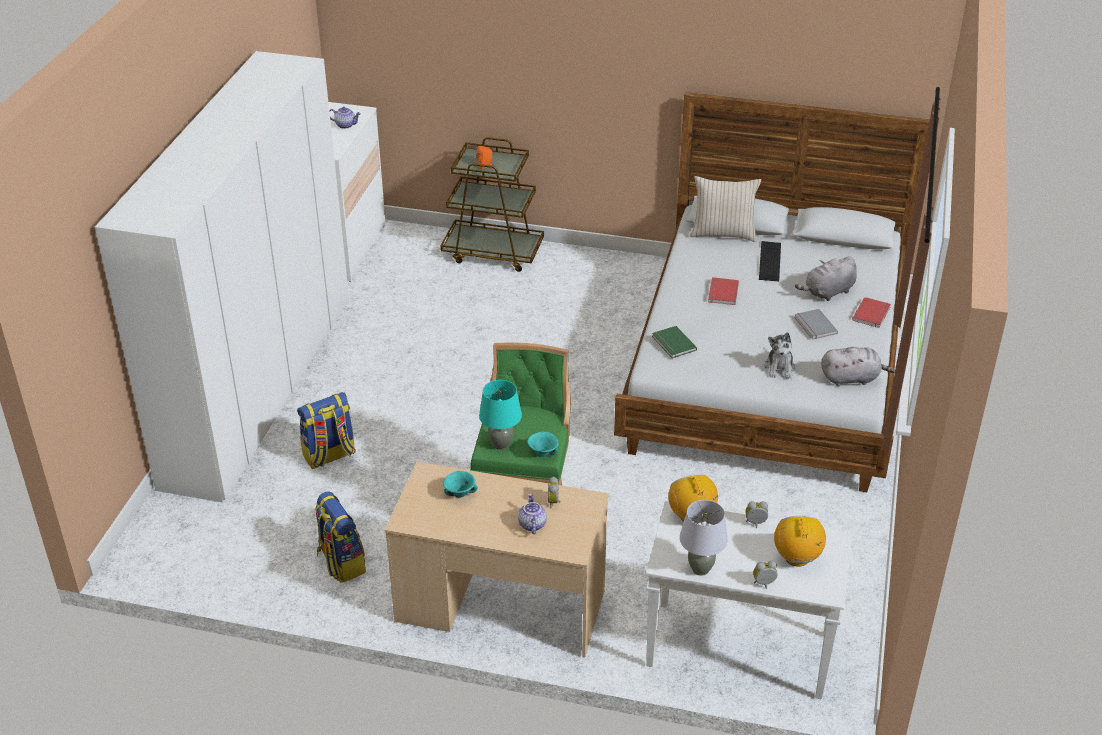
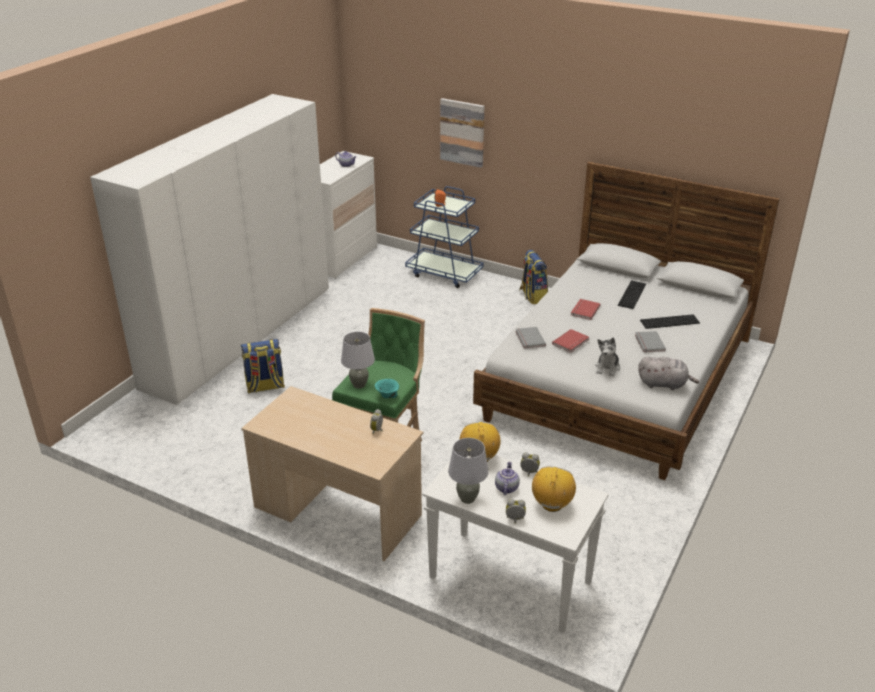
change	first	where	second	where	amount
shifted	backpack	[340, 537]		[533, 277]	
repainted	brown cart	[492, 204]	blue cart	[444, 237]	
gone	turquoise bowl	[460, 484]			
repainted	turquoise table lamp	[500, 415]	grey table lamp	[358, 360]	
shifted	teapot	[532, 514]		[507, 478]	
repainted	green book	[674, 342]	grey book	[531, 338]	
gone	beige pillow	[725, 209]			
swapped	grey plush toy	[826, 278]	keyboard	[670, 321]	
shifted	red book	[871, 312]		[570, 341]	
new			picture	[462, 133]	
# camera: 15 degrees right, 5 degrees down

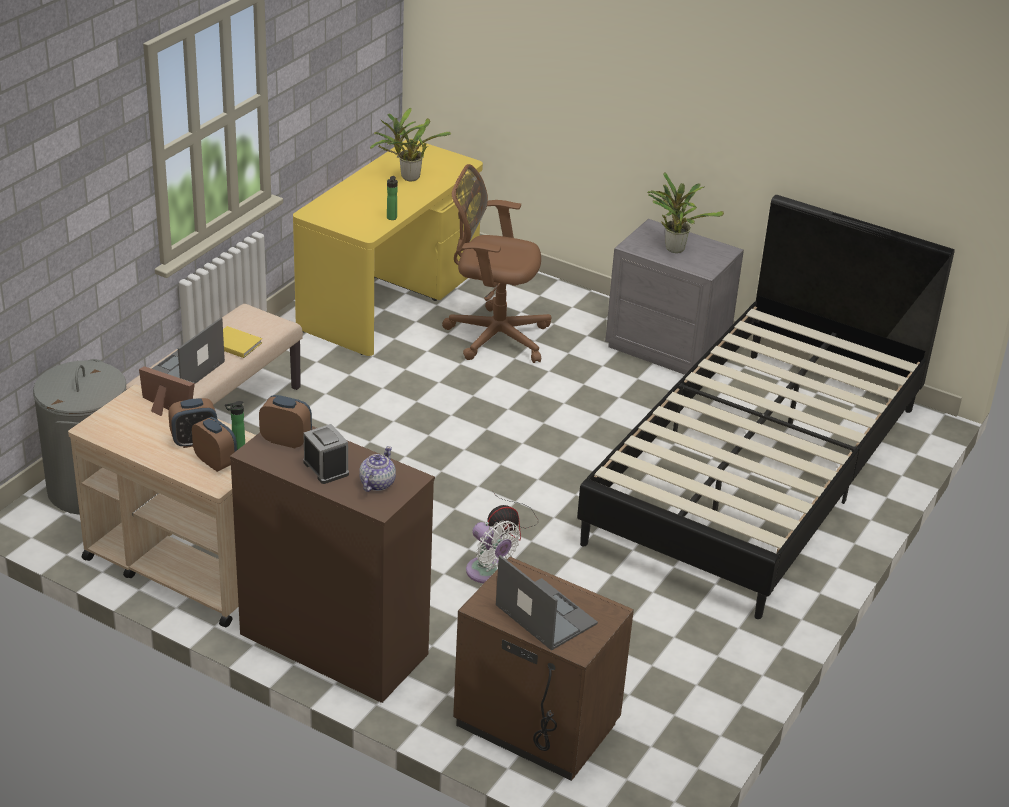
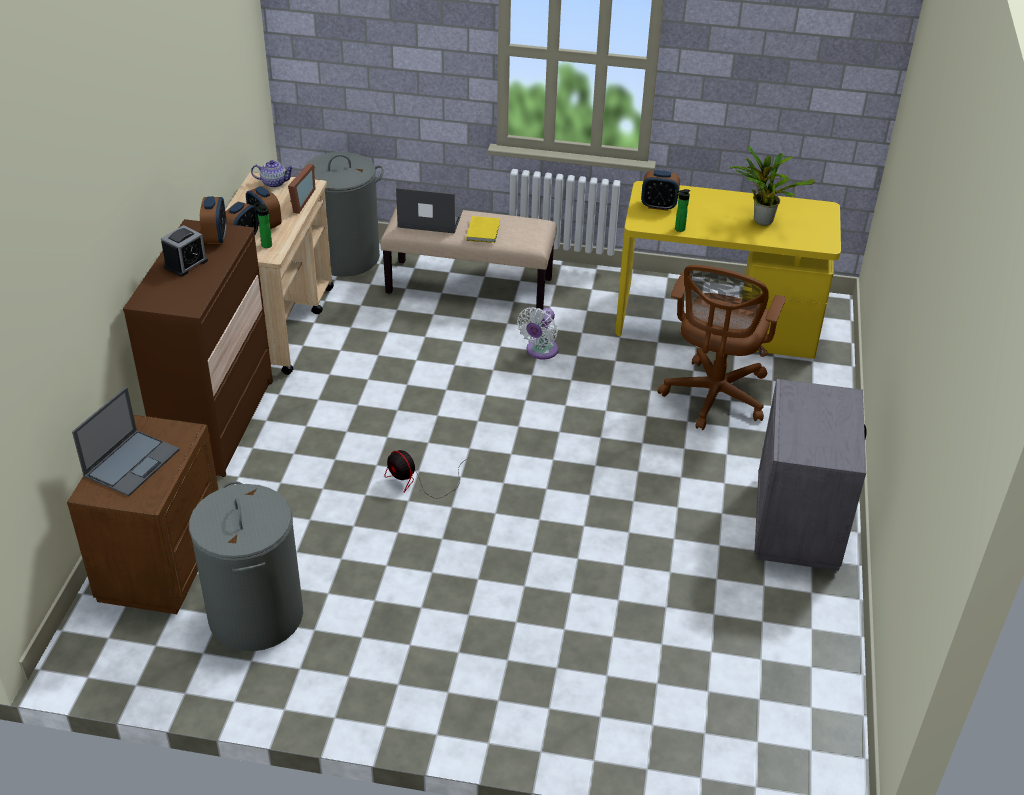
change	first	where	second	where	amount
shifted	teapot	[377, 469]		[272, 174]	
rotated	brown office chair	[496, 263]		[722, 347]	150 degrees counterclockwise
shifted	white fan	[493, 552]		[538, 333]	
gone	black bed	[766, 407]			
gone	potted plant	[685, 212]			
new			grey laundry basket	[246, 566]	
new			alarm clock	[660, 190]	
# camera: 70 degrees right, 5 degrees up

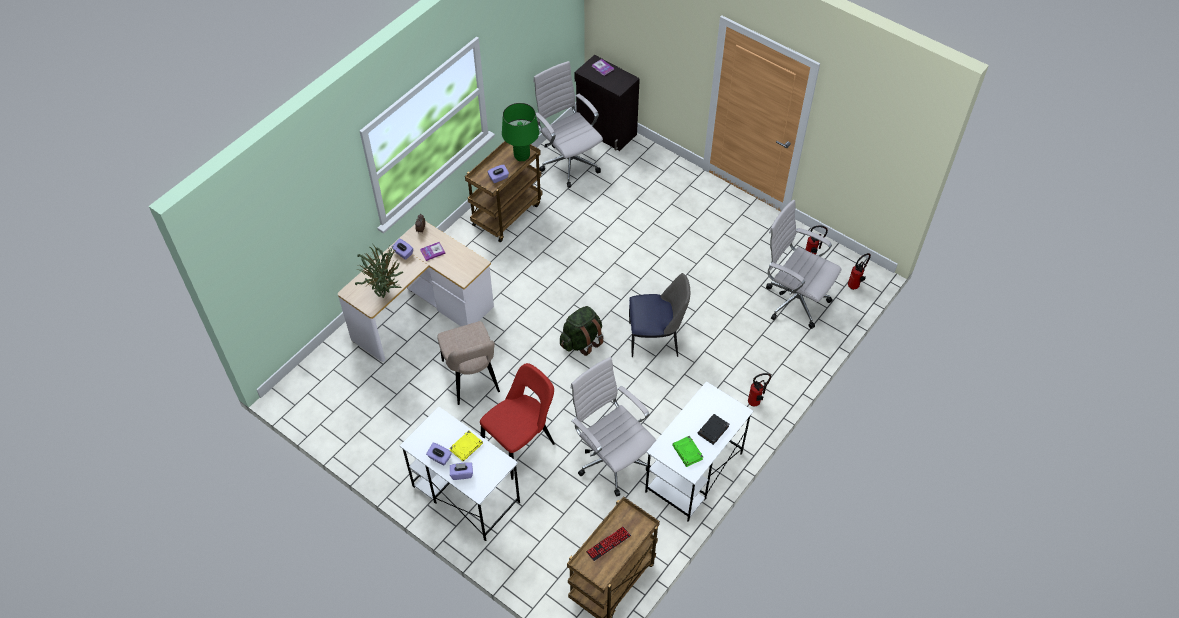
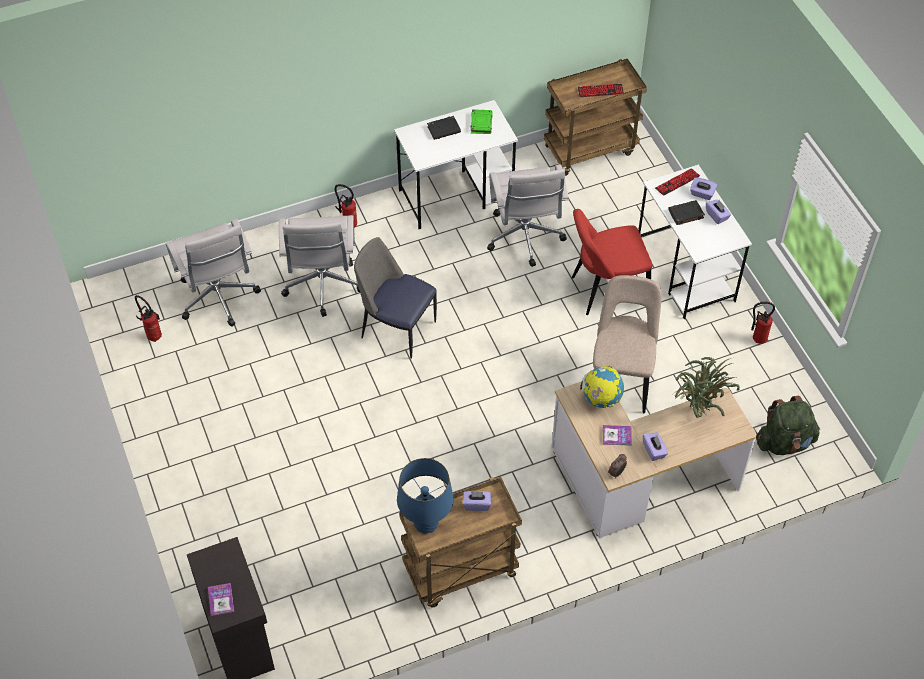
change	first	where	second	where	amount
repainted	yellow book	[466, 446]	black book	[686, 212]	
repainted	green table lamp	[520, 132]	blue table lamp	[425, 496]	
shifted	white office chair	[568, 124]		[319, 266]	
shifted	green backpack	[582, 331]		[788, 425]	
shifted	fire extinguisher	[859, 271]		[763, 323]	
new			globe	[602, 387]	
new			keyboard	[677, 182]	
# camera: 150 degrees left, 0 degrees up

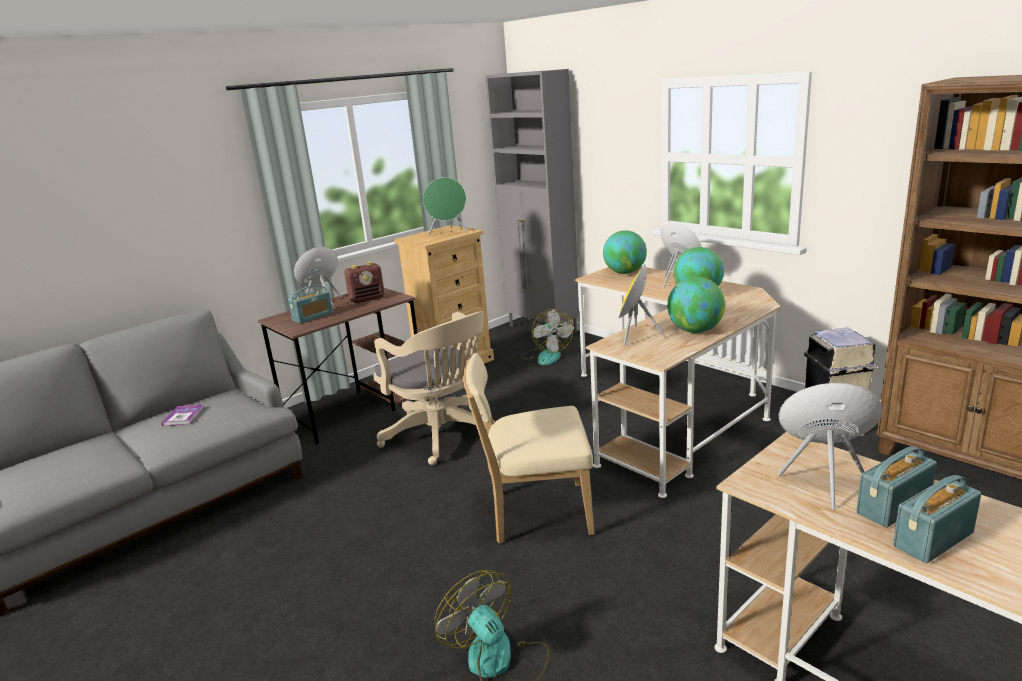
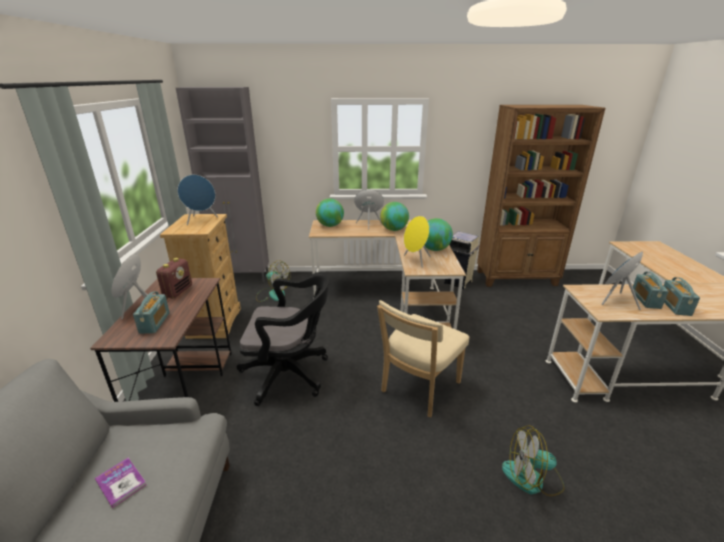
change	first	where	second	where	amount
repainted	beige office chair	[434, 388]	black office chair	[283, 339]	
repainted	green speaker	[445, 206]	blue speaker	[197, 200]	
# camera: 50 degrees left, 5 degrees up

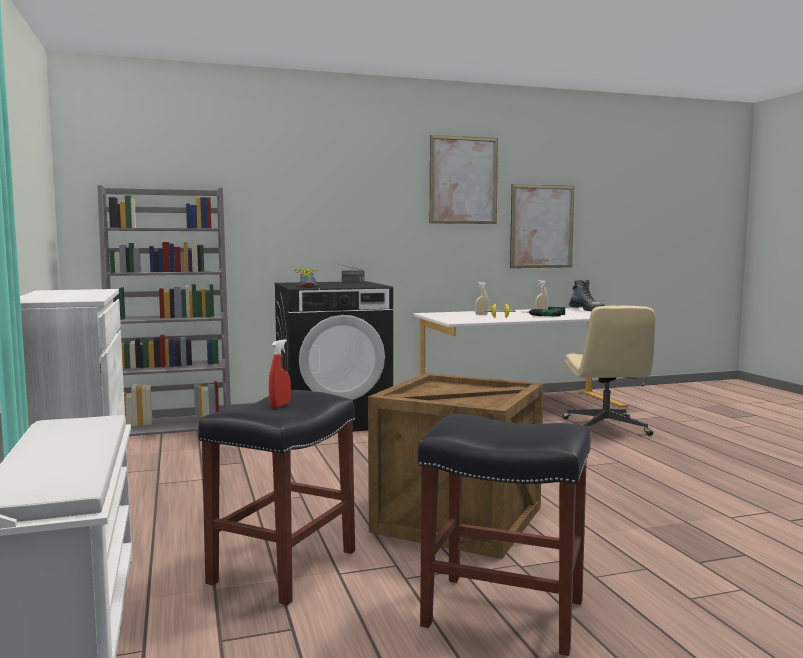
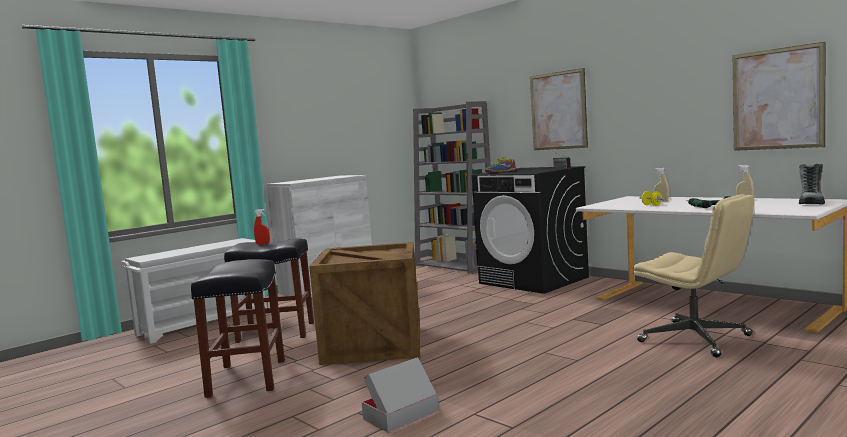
change	first	where	second	where	amount
shifted	picture	[464, 179]		[559, 109]	
rotated	beige office chair	[609, 371]		[693, 275]	105 degrees counterclockwise
new			cardboard box	[400, 394]	
# camera: 65 degrees right, 0 degrees up

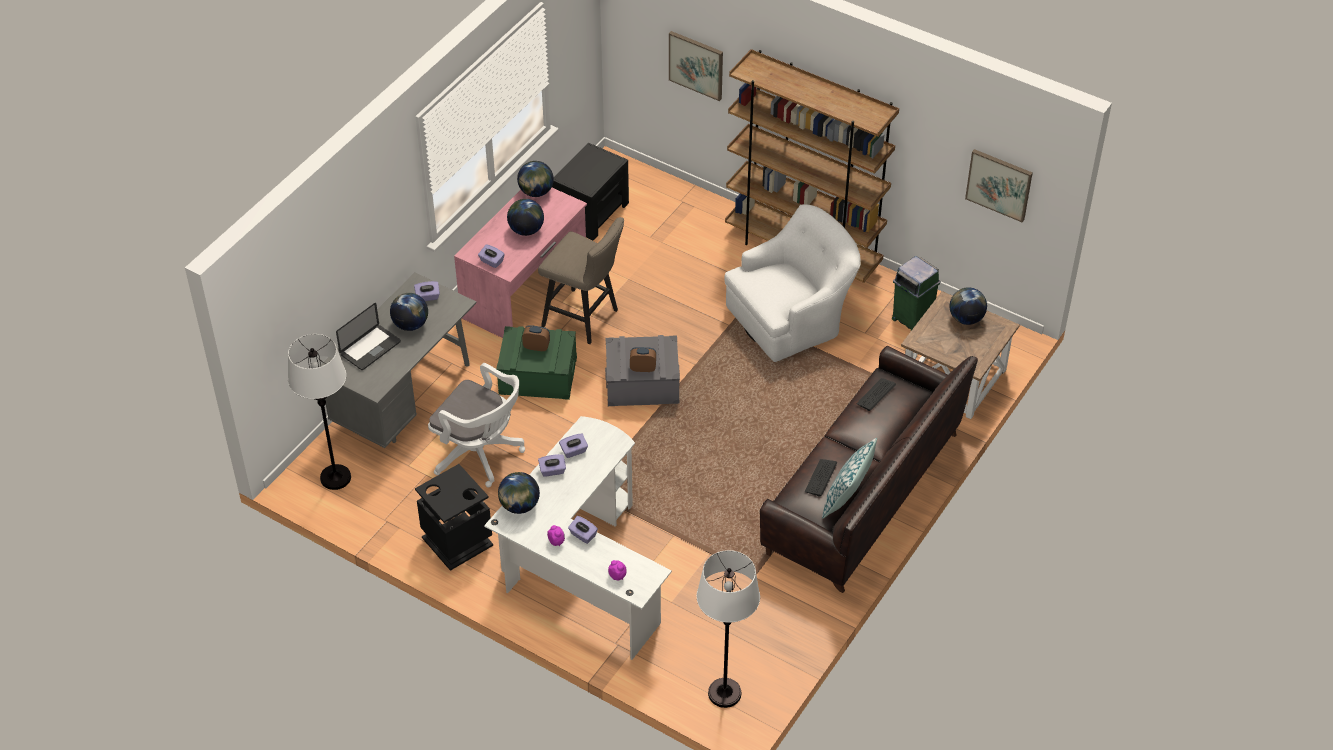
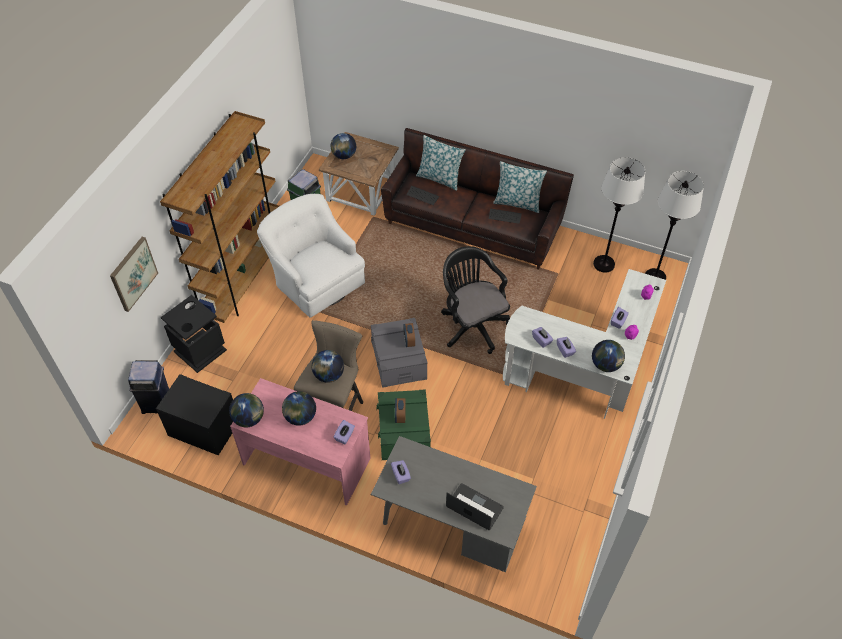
change	first	where	second	where	amount
shifted	white floor lamp	[319, 412]		[619, 215]	
shifted	globe	[409, 312]		[328, 366]	
shifted	black trash can	[454, 517]		[194, 334]	
gone	white office chair	[476, 425]			
gone	picture	[999, 185]			
new			blue trash can	[148, 387]	
new			pillow	[441, 163]	
new			black office chair	[475, 300]	
# camera: 100 degrees left, 5 degrees up

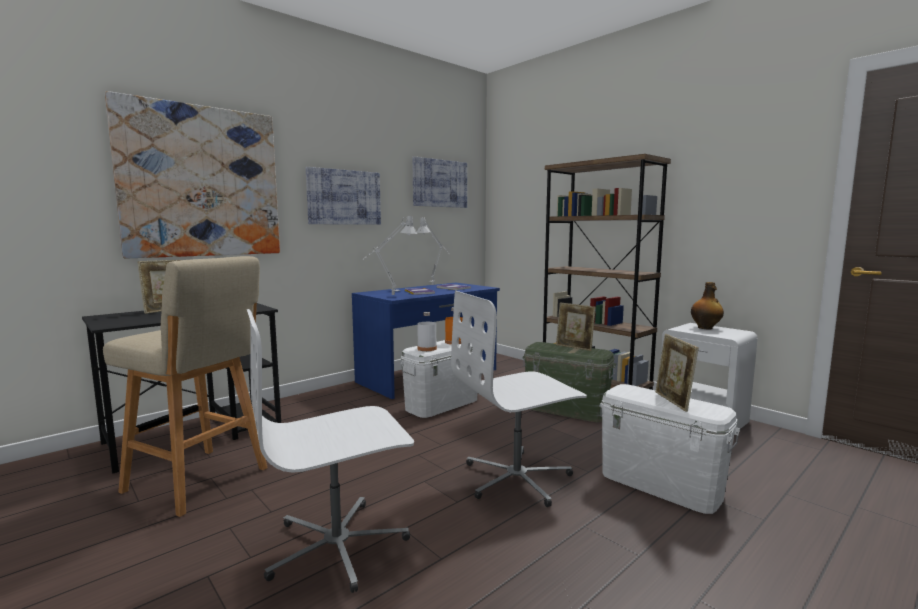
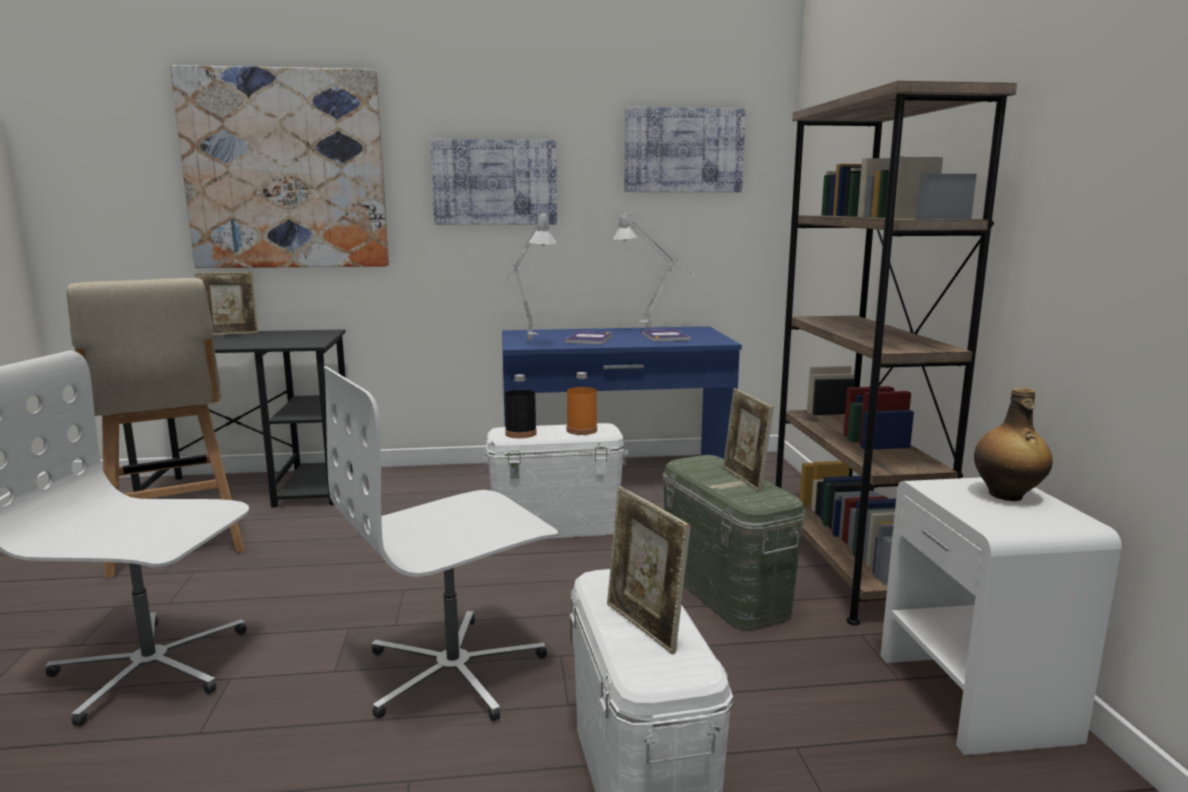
change	first	where	second	where	amount
repainted	white bottle	[427, 331]	black bottle	[521, 406]	
rotated	white office chair	[519, 399]		[441, 543]	45 degrees counterclockwise
rotated	picture frame	[677, 373]		[649, 570]	60 degrees counterclockwise
# camera: 35 degrees right, 5 degrees up

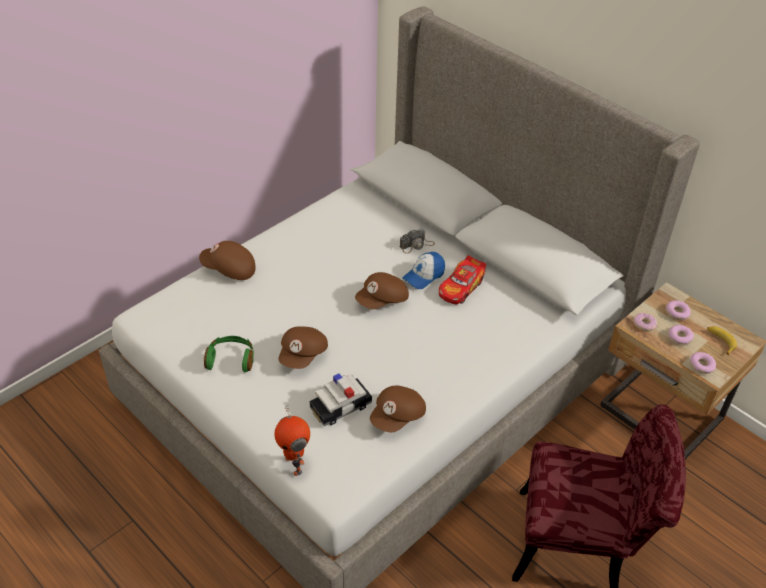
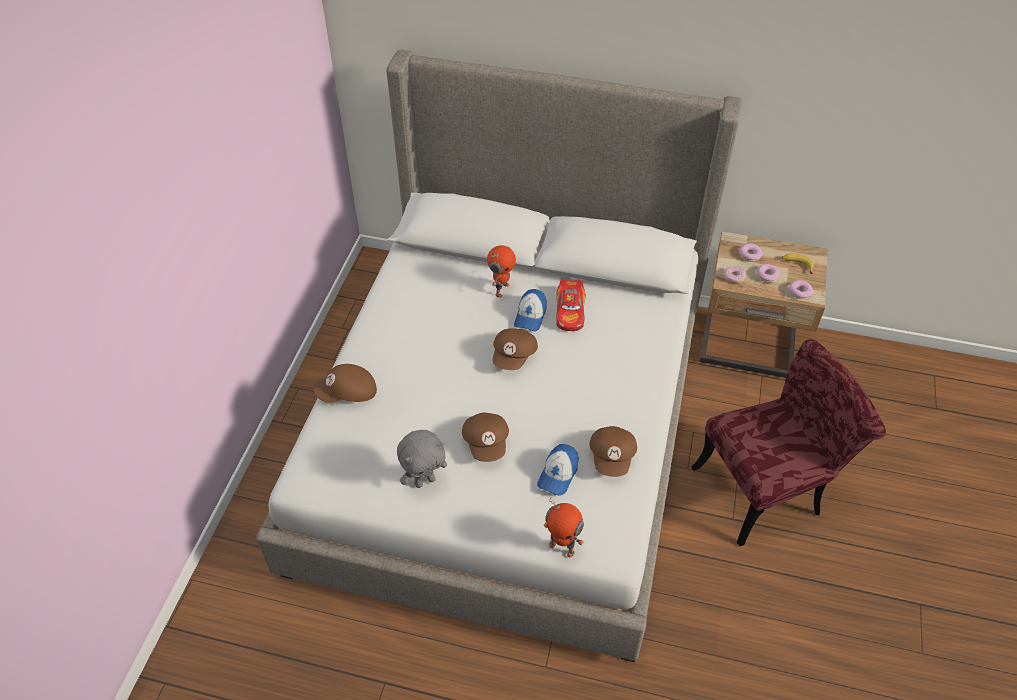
change	first	where	second	where	amount
swapped	green headphones	[229, 354]	grey plush toy	[422, 459]	
swapped	toy car	[341, 399]	cap	[558, 470]	
swapped	photo camera	[417, 241]	toy robot	[501, 271]	
# camera: 30 degrees left, 5 degrees up

